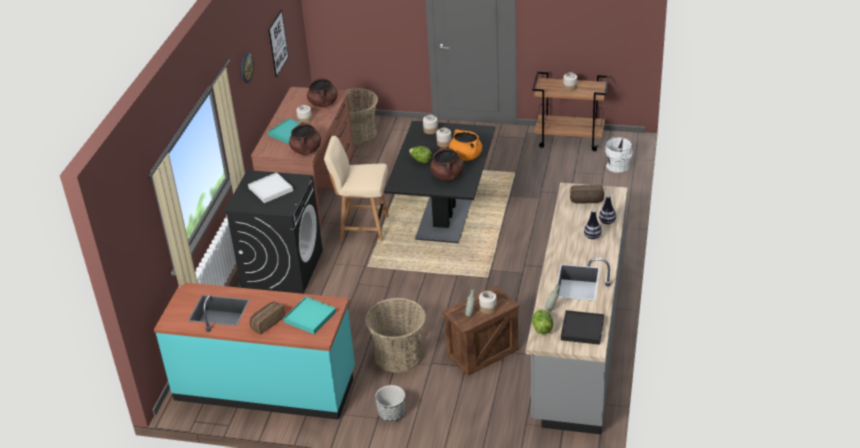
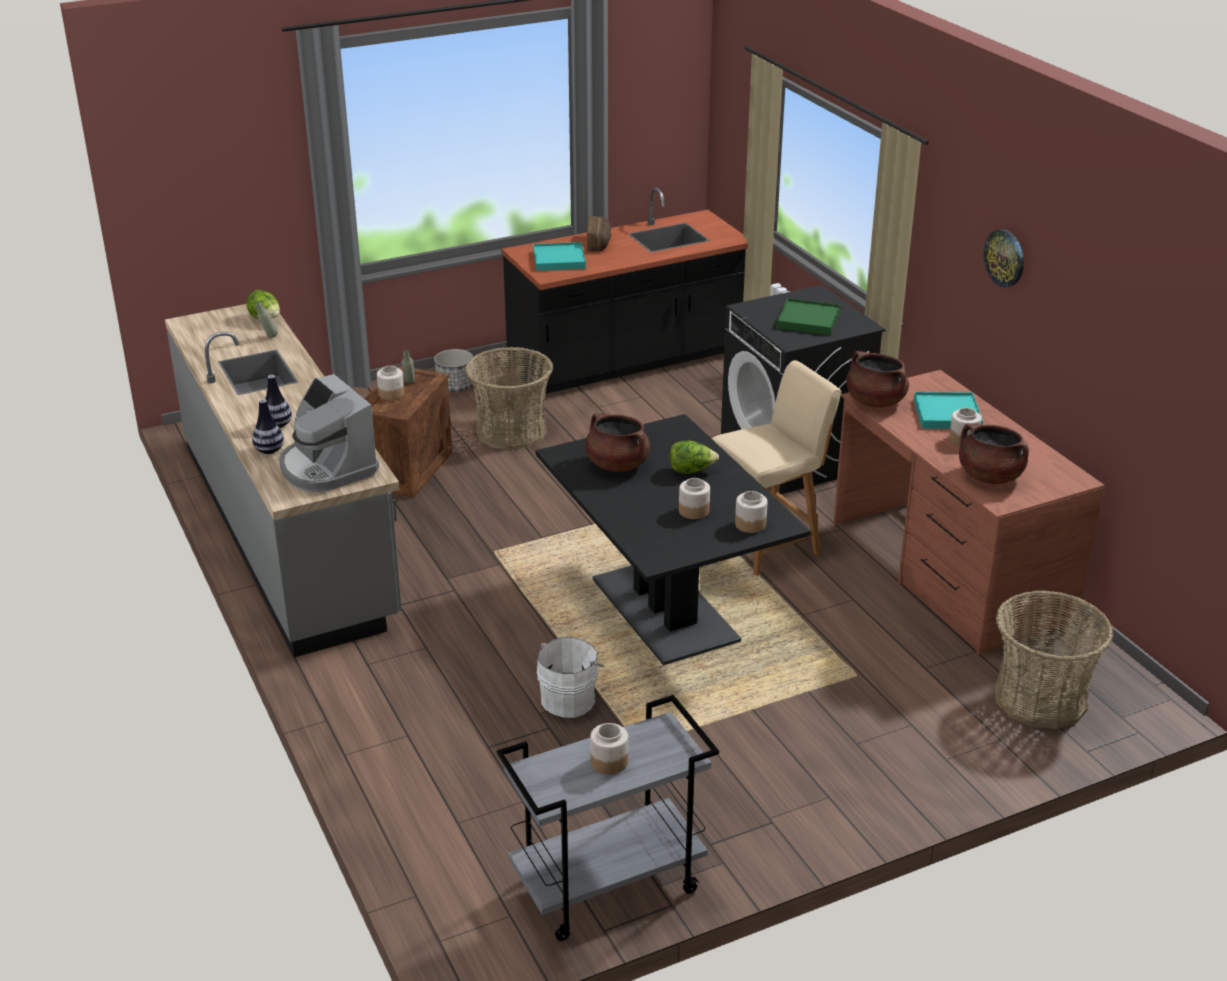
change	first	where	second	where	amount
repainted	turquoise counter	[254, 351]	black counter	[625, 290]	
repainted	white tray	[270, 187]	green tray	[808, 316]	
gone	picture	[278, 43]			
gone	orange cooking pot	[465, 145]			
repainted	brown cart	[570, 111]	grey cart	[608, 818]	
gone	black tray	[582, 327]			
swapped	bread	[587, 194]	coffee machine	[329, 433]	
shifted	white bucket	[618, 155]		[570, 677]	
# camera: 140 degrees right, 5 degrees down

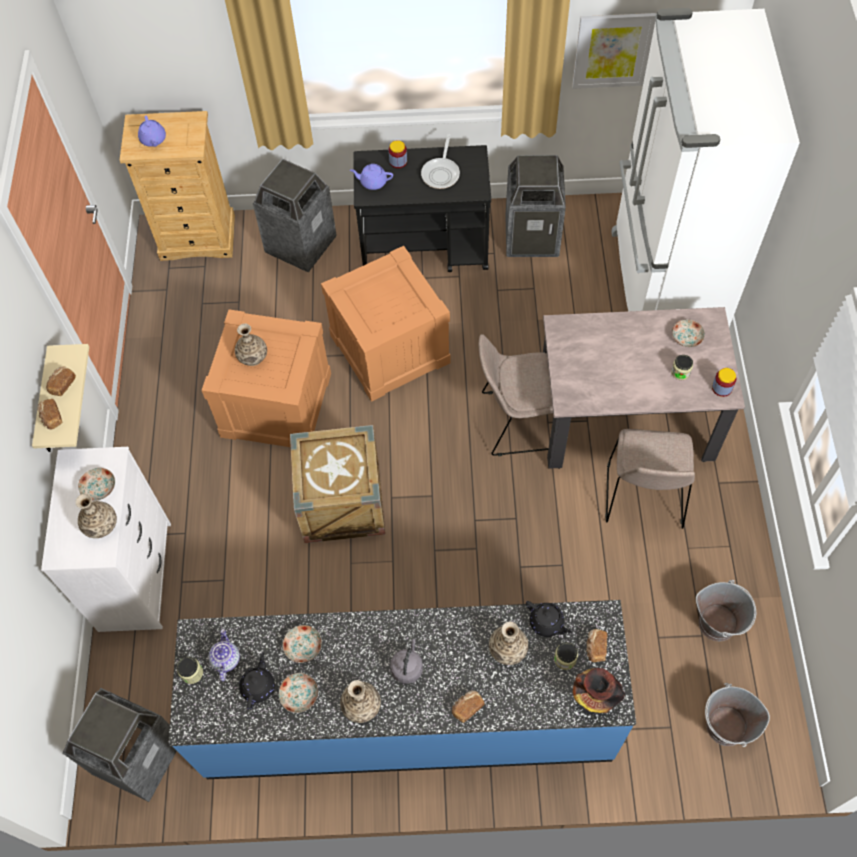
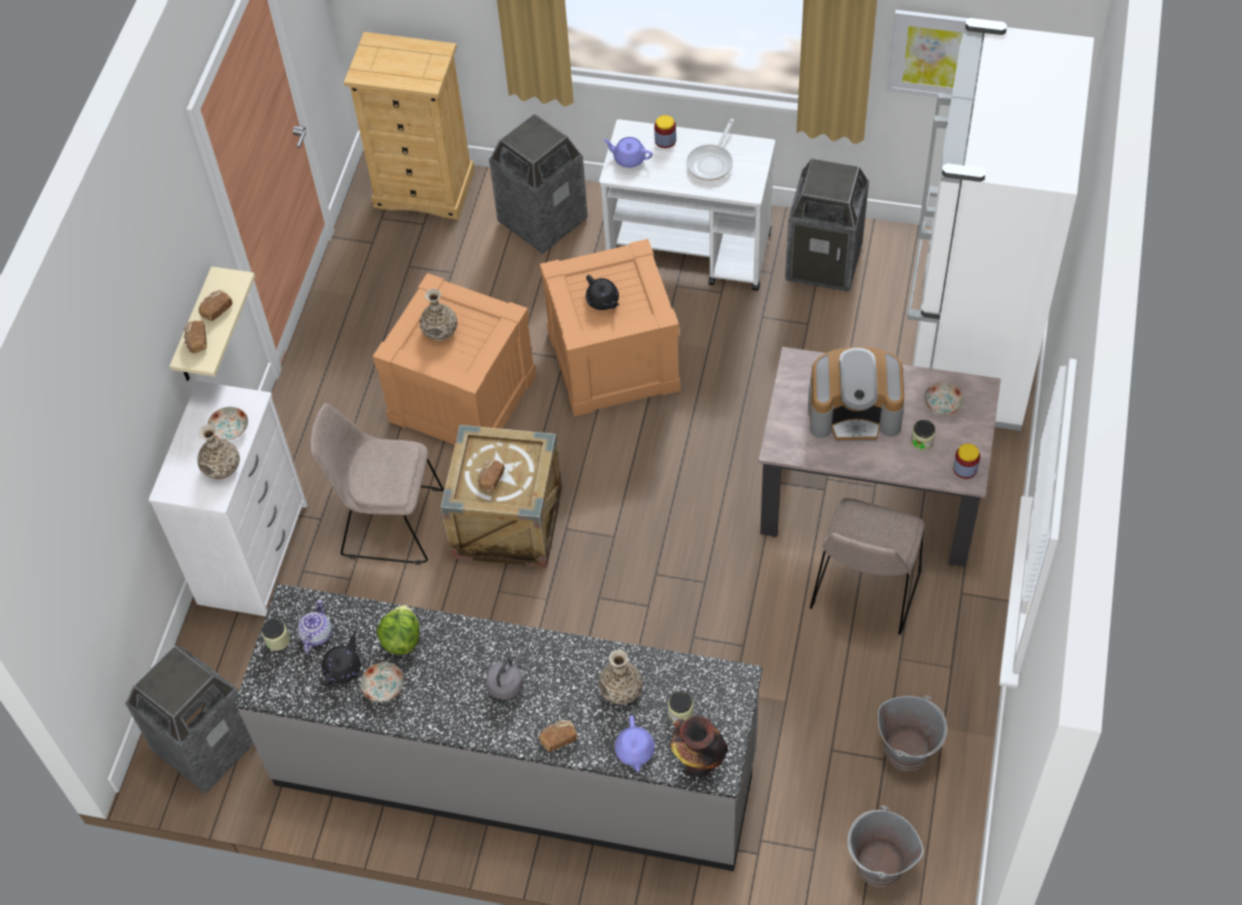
change	first	where	second	where	amount
shifted	purple teapot	[152, 131]		[635, 743]	
repainted	blue counter	[402, 689]	grey counter	[498, 727]	
swapped	plate	[302, 644]	lettuce	[398, 630]	
gone	vase	[360, 701]			
repainted	black cart	[422, 208]	white cart	[687, 205]	
shifted	beige chair	[516, 395]		[377, 484]	
shifted	black teapot	[549, 619]		[602, 292]	
shifted	bread	[596, 645]		[491, 474]	
new			coffee machine	[856, 394]	
# camera: 15 degrees right, 5 degrees down

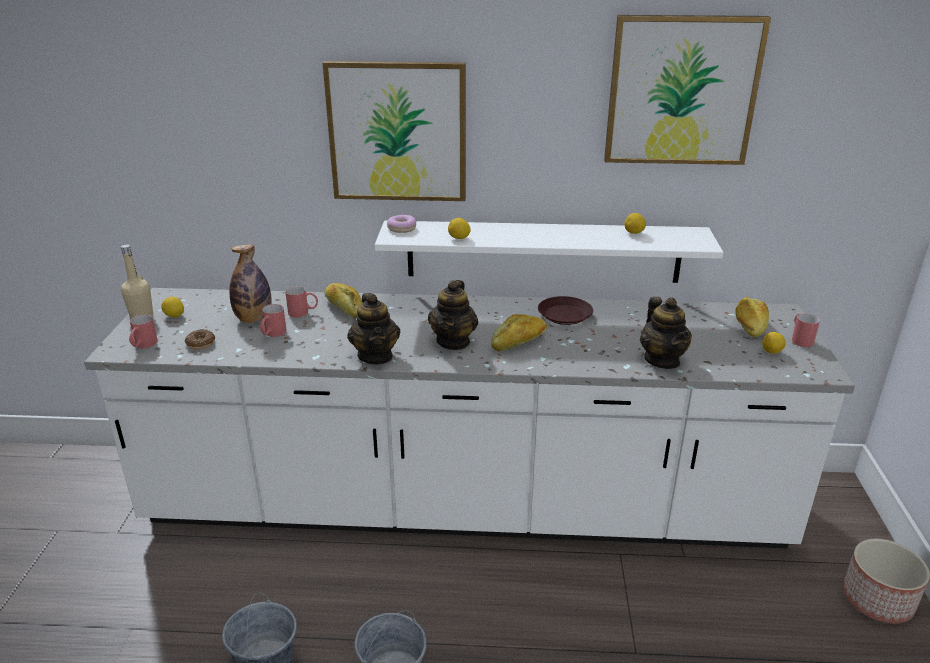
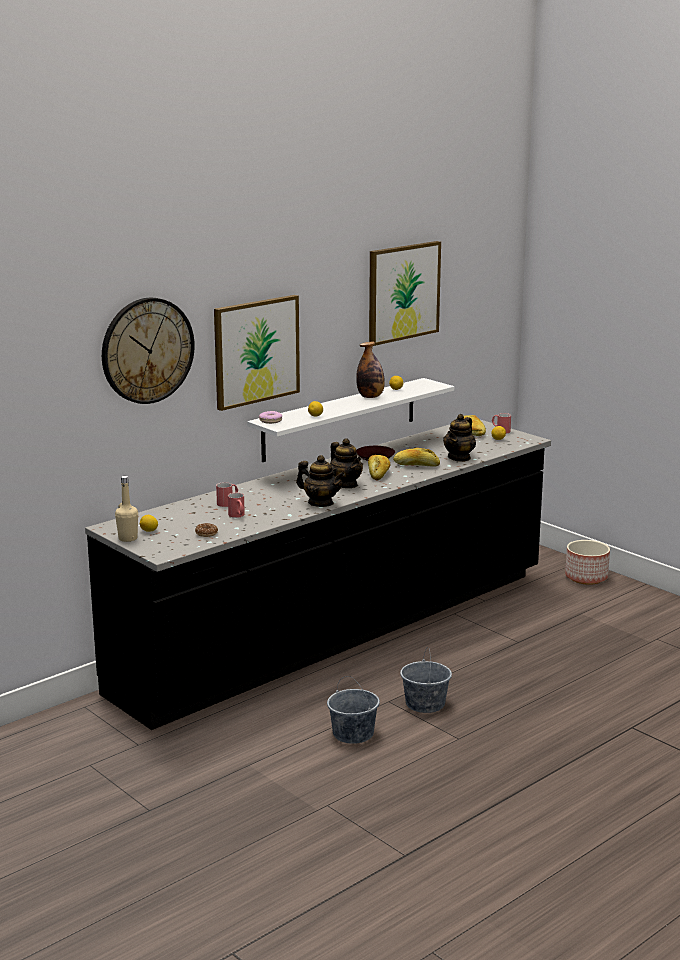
change	first	where	second	where	amount
repainted	white counter	[469, 418]	black counter	[318, 575]	
gone	red mug	[143, 331]			
shifted	bottle	[250, 283]		[370, 370]	
shifted	bread	[343, 300]		[416, 457]	
rotated	teapot	[666, 333]		[459, 438]	90 degrees clockwise
new			wall clock	[148, 350]	
# camera: 45 degrees left, 10 degrees down

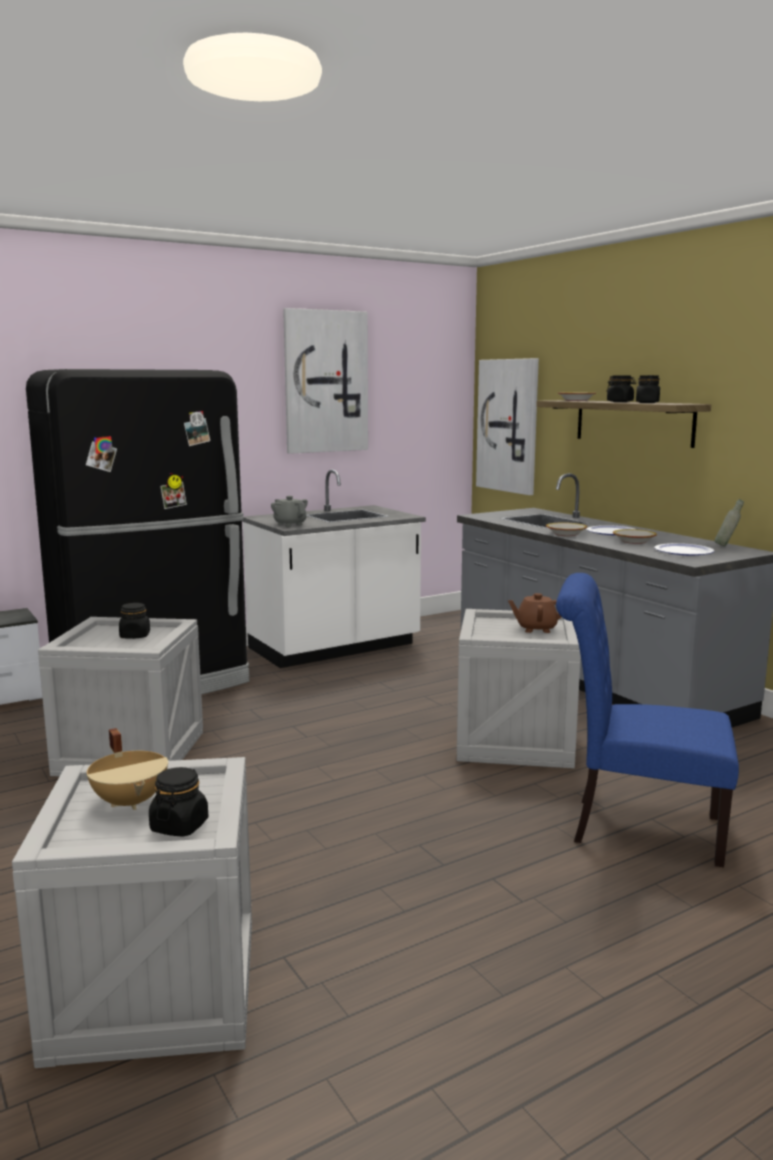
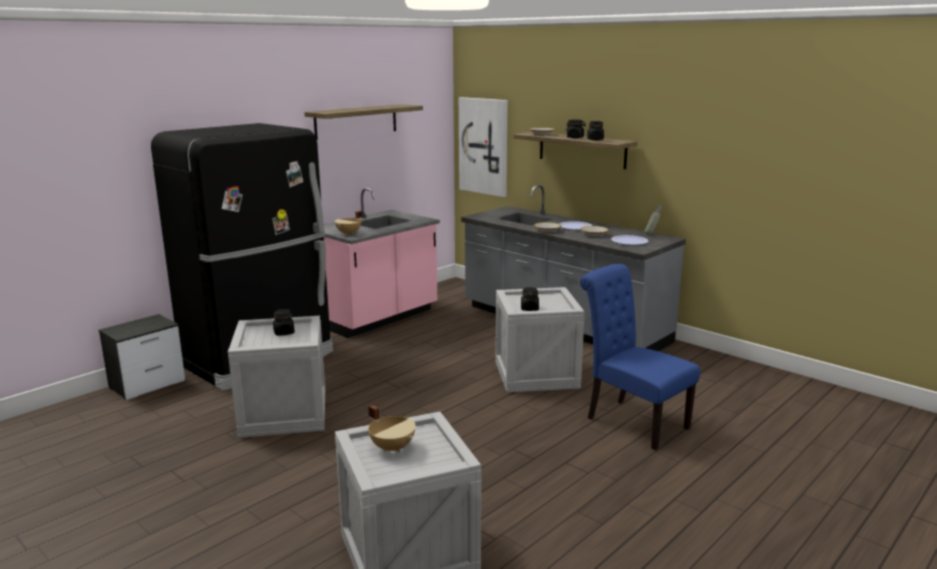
change	first	where	second	where	amount
shifted	black jar	[179, 802]		[530, 299]	
repainted	white counter	[334, 568]	pink counter	[382, 263]	
swapped	grey teapot	[289, 511]	beige cooking pot	[348, 223]	
swapped	picture	[325, 381]	shelf	[363, 122]	
gone	brown teapot	[534, 613]			
rotated	blue chair	[647, 720]		[640, 357]	45 degrees clockwise
# camera: 15 degrees left, 5 degrees up

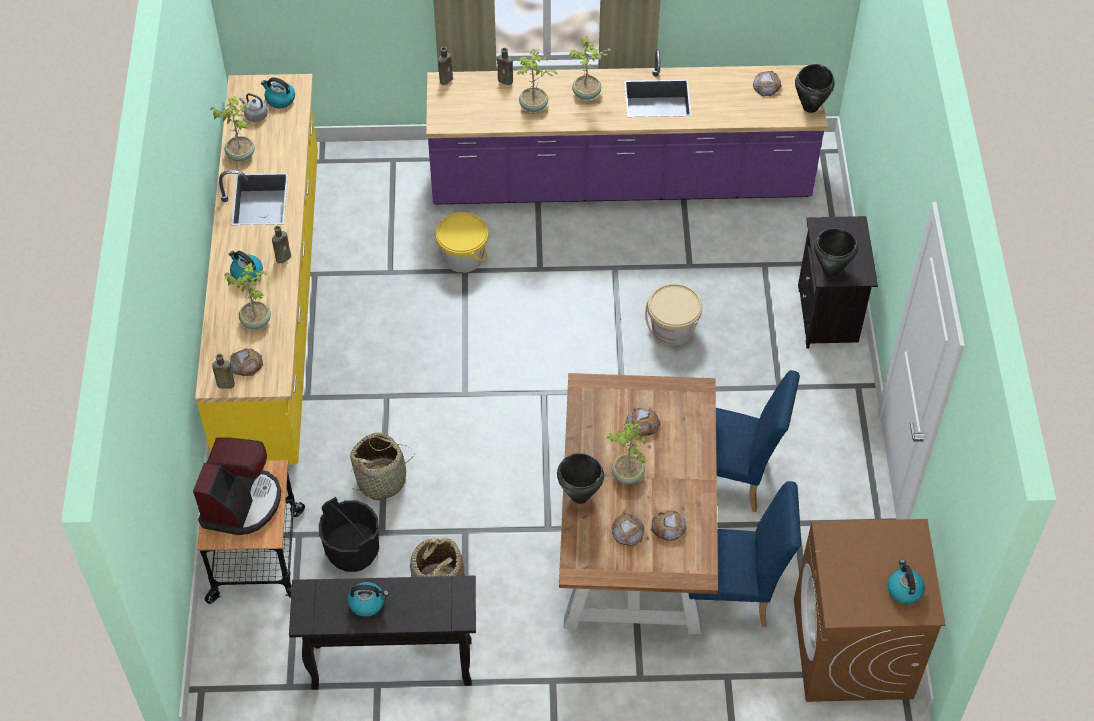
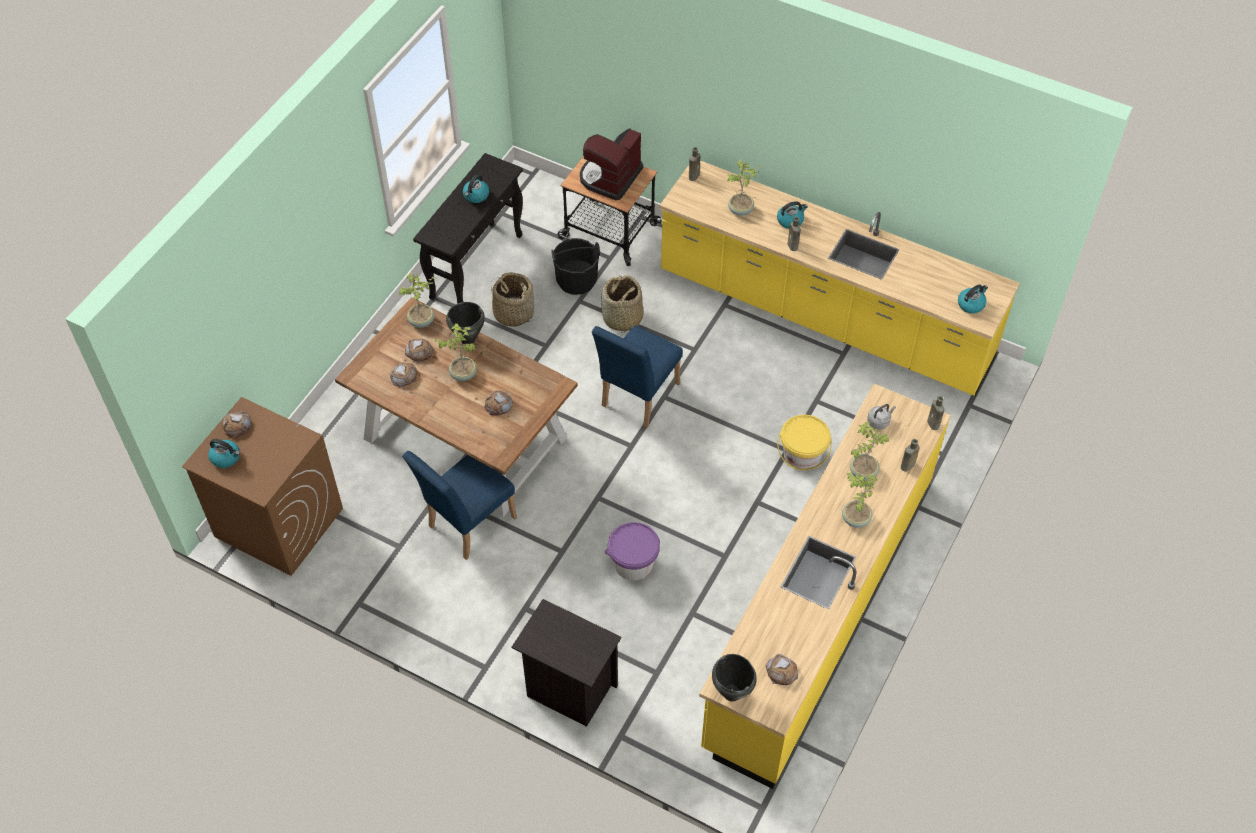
change	first	where	second	where	amount
rotated	coffee machine	[237, 486]		[611, 164]	75 degrees clockwise
shifted	potted plant	[232, 129]		[417, 300]	
shifted	bread	[246, 362]		[236, 424]	
shifted	grey kettle	[253, 107]		[881, 417]	
repainted	purple counter	[626, 127]	yellow counter	[825, 586]	
repainted	beige bucket	[673, 315]	purple bucket	[632, 551]	
shifted	blue chair	[745, 554]		[637, 377]	
gone	black cooking pot	[836, 252]			
# camera: 120 degrees right, 0 degrees up

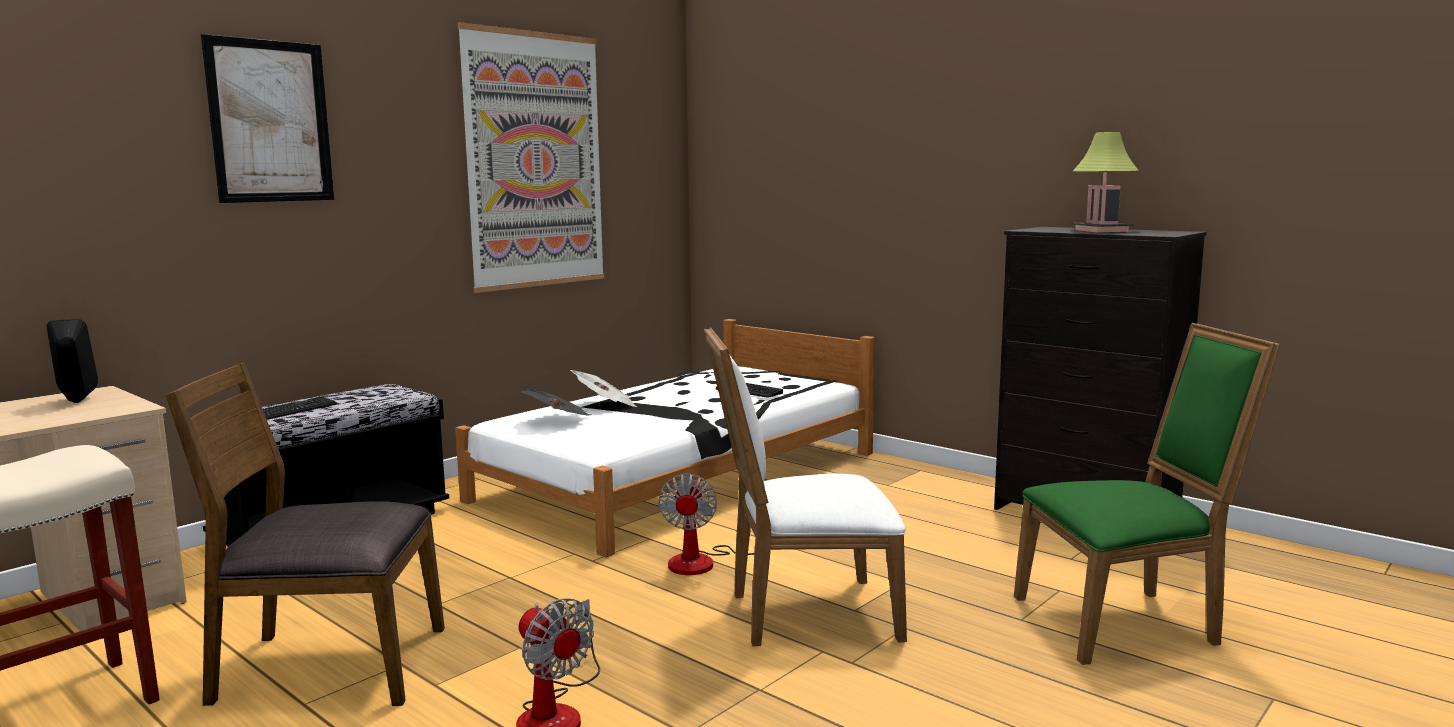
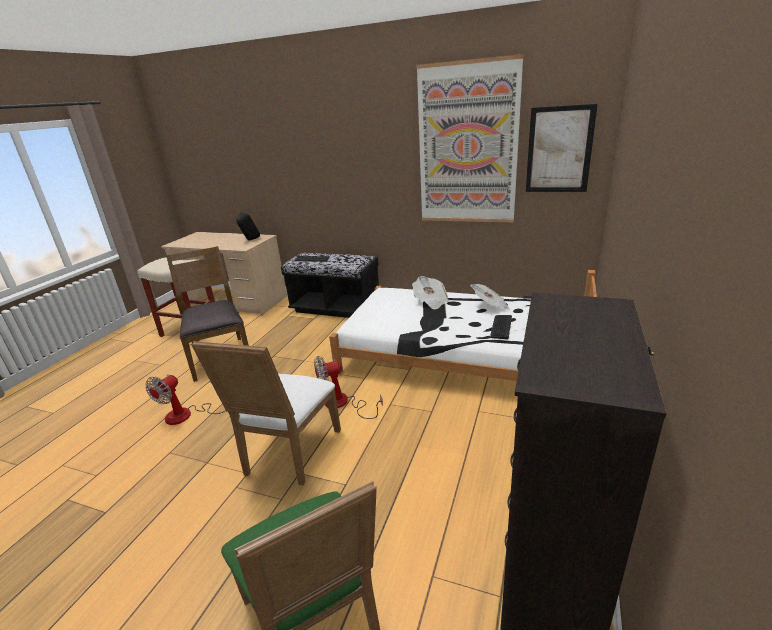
change	first	where	second	where	amount
shifted	picture	[267, 118]		[562, 148]	
shifted	newspaper	[556, 402]		[490, 297]	
rotated	white chair	[805, 486]		[266, 413]	135 degrees counterclockwise
gone	table lamp	[1105, 182]			
# camera: 70 degrees right, 15 degrees up

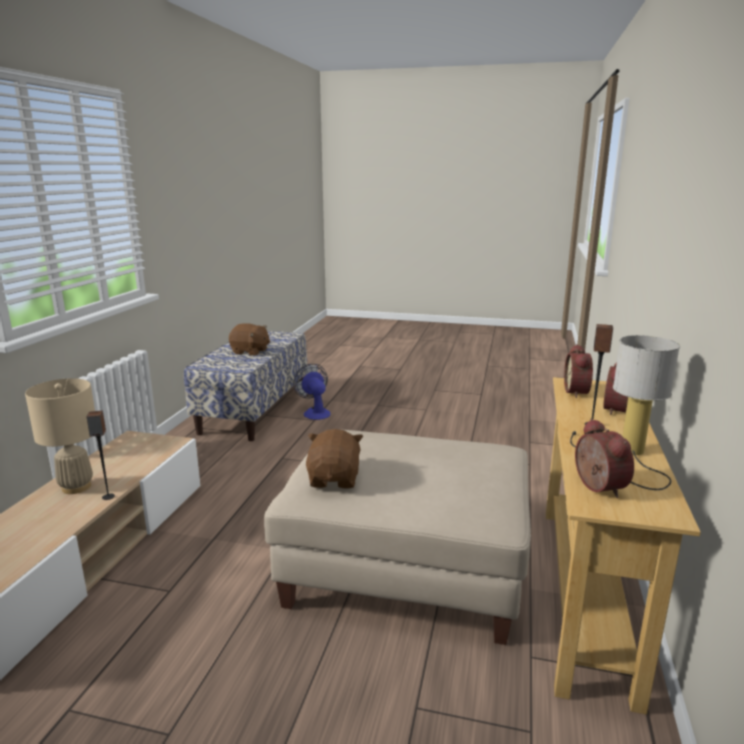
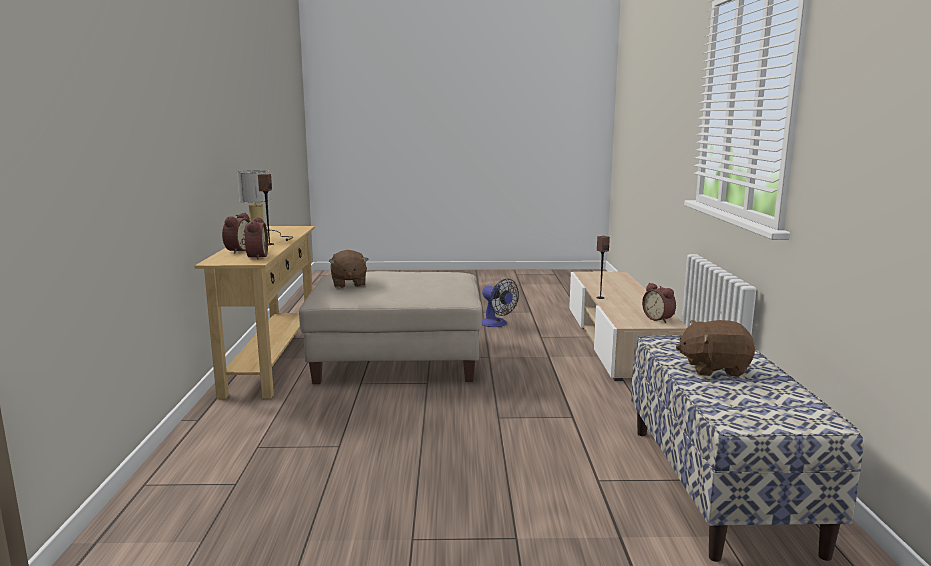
change	first	where	second	where	amount
gone	beige table lamp	[60, 436]			
shifted	fan	[312, 392]		[500, 303]	
shifted	brown plush toy	[334, 458]		[349, 269]	
shifted	alarm clock	[604, 458]		[659, 303]	
# camera: 165 degrees right, 5 degrees down

